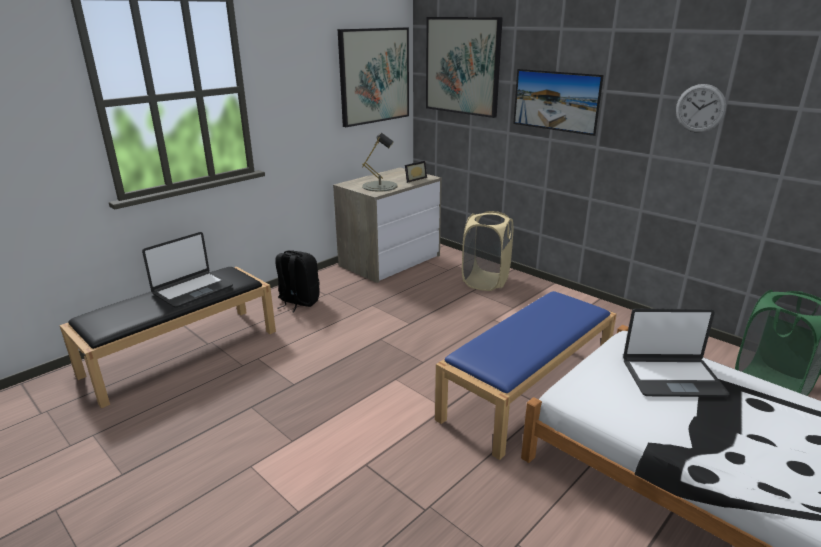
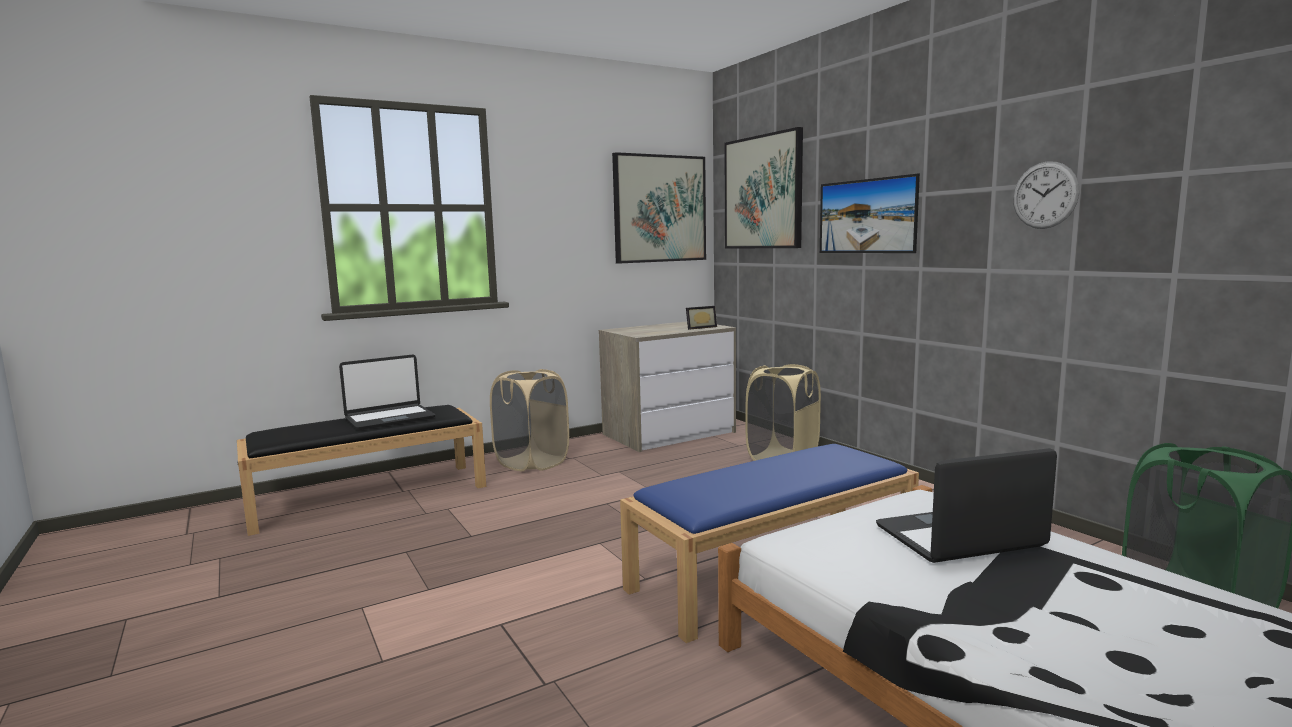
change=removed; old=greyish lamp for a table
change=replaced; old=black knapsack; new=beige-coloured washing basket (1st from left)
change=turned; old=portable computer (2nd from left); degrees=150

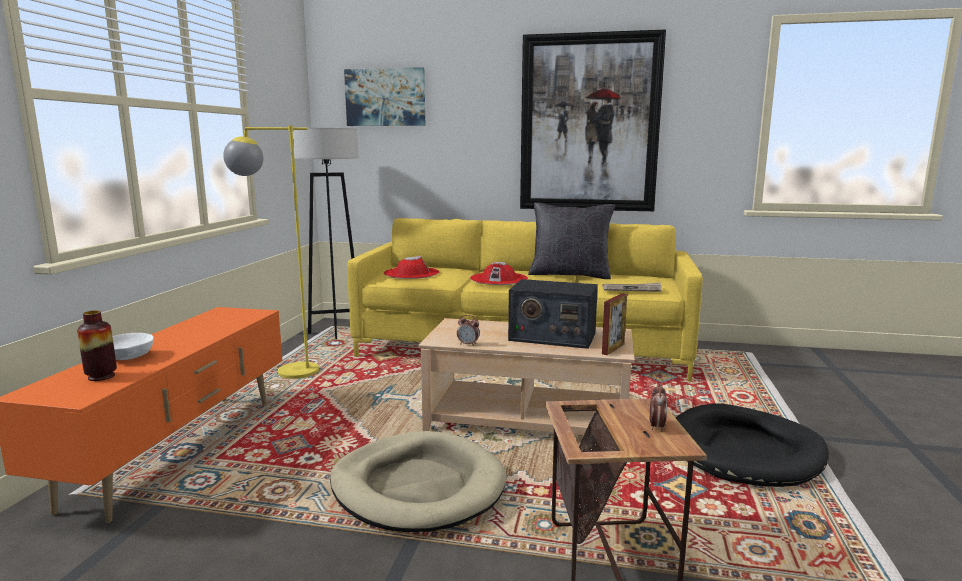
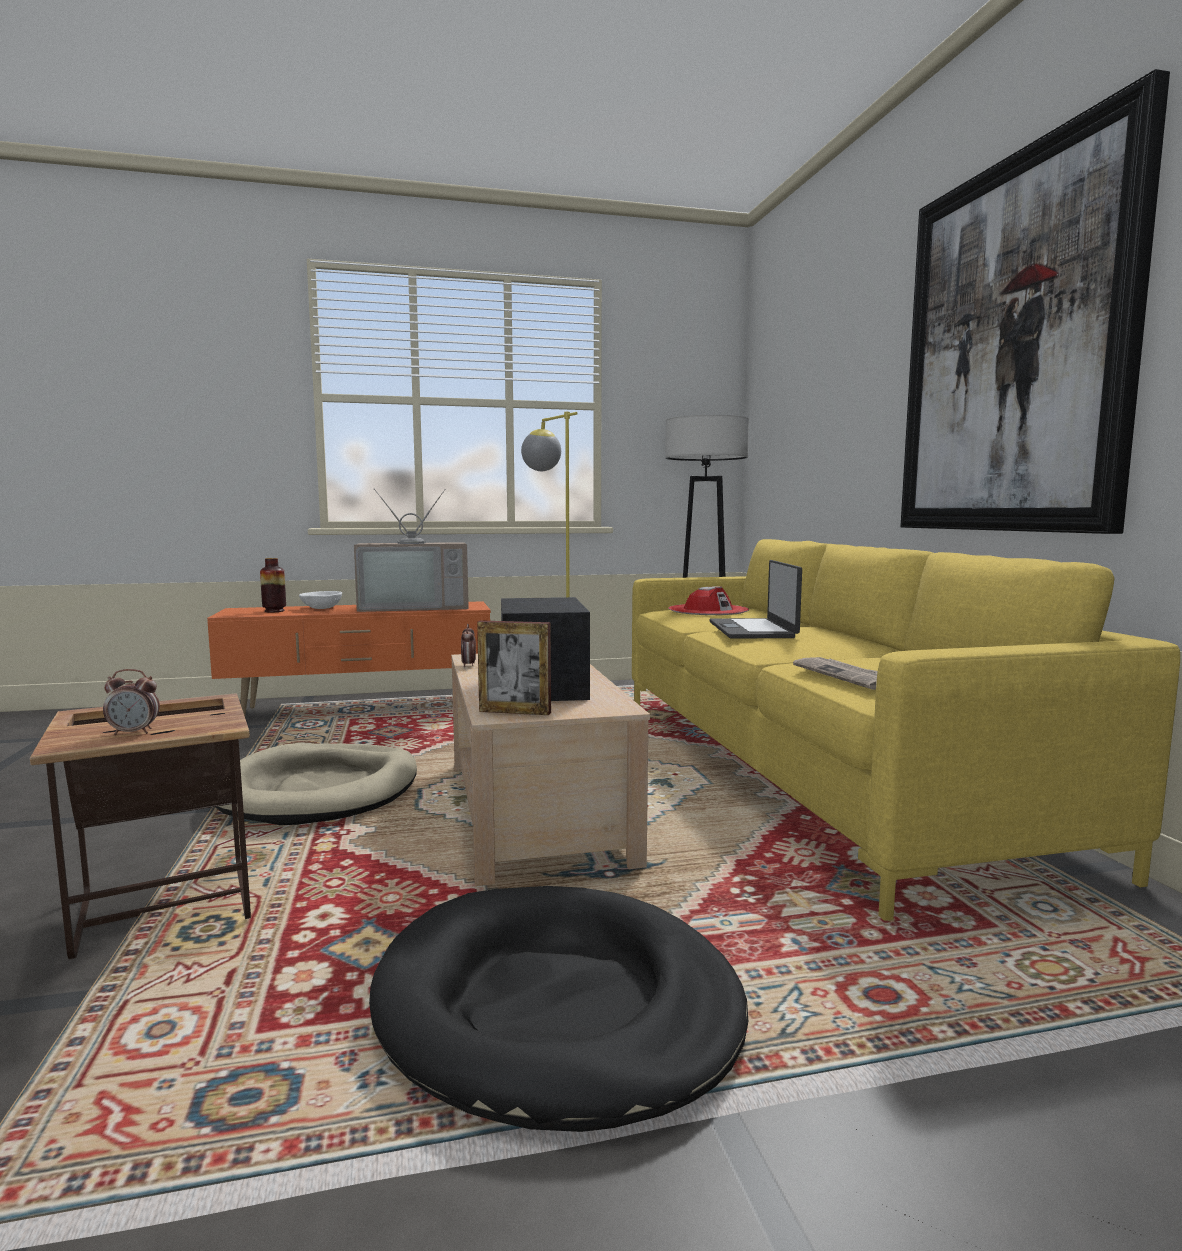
change=removed; old=wall art (1st from left)
change=removed; old=black cushion
change=replaced; old=red clothing hat (2nd from left); new=portable computer
change=added; new=TV

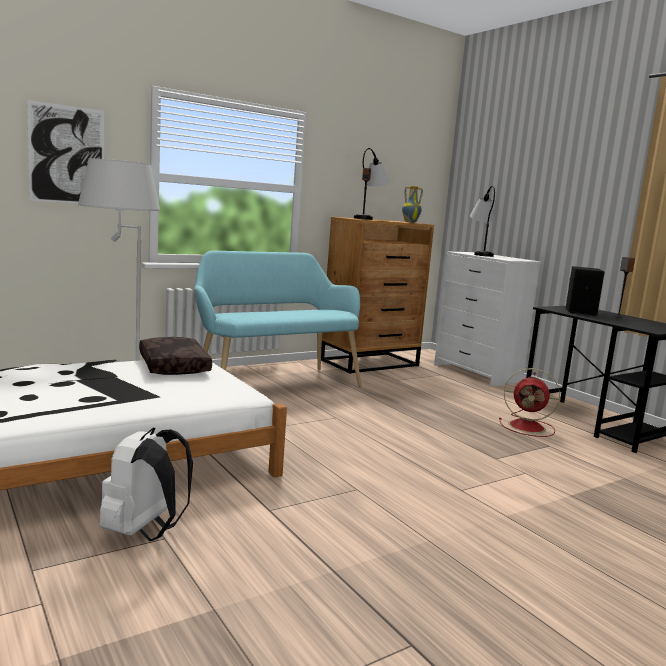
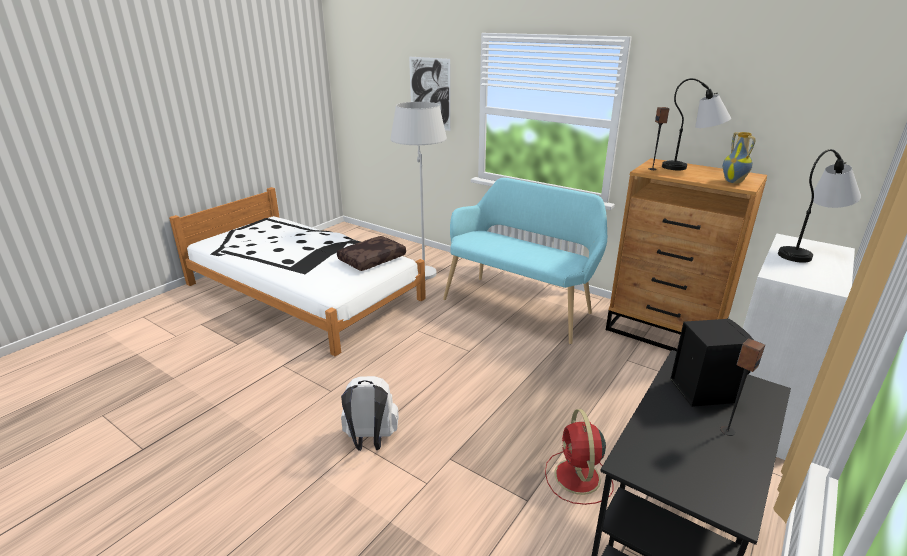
change=moved; old=white-coloured knapsack

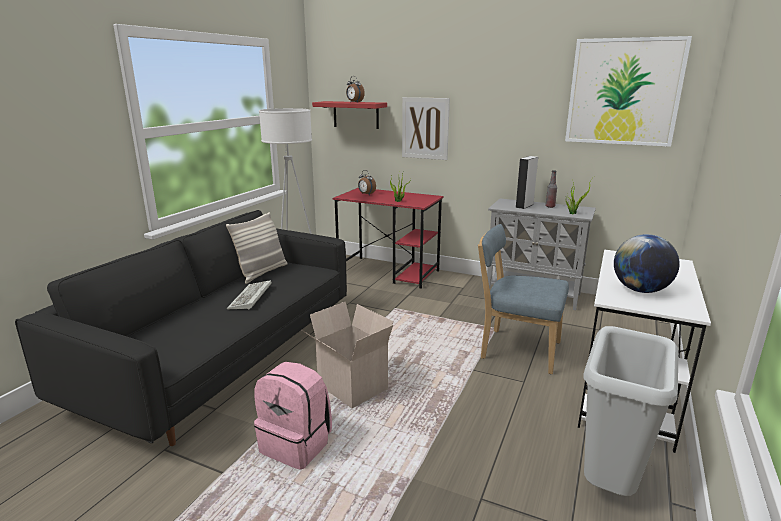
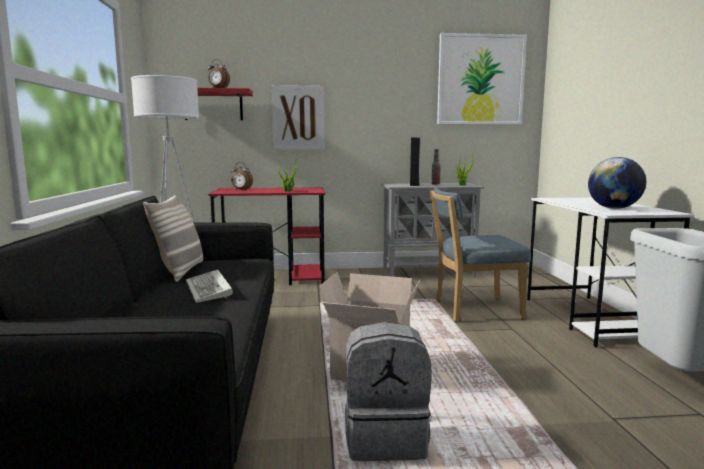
change=recoloured; old=pink-coloured knapsack; new=greyish knapsack

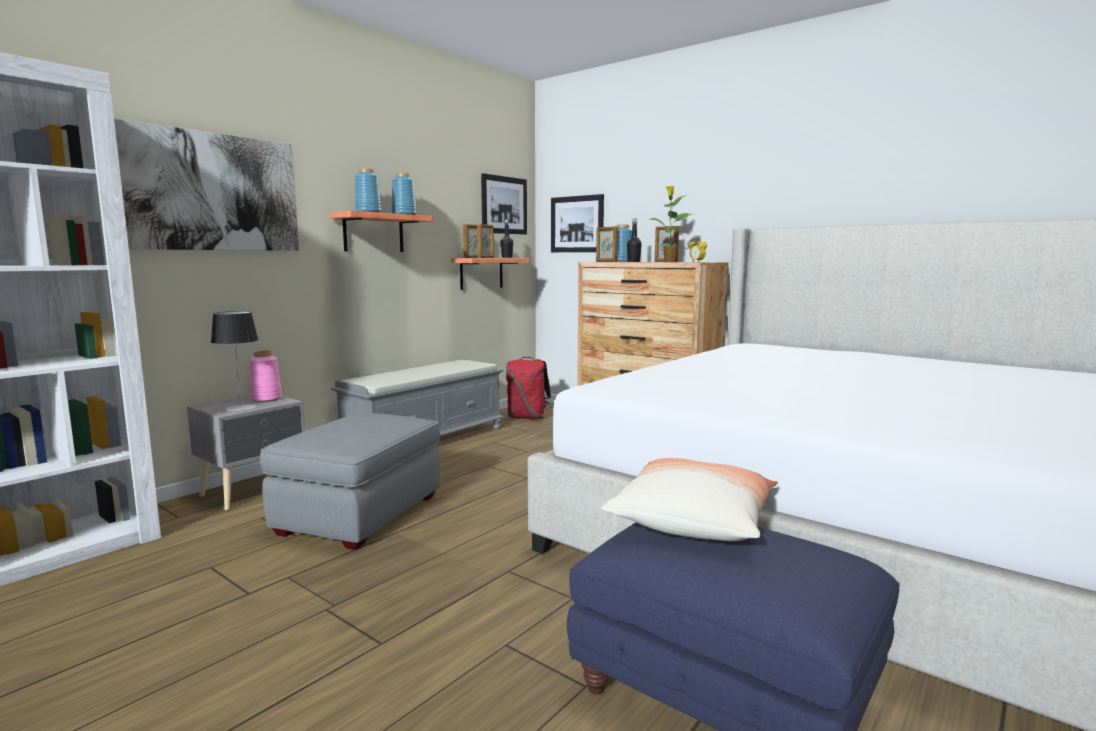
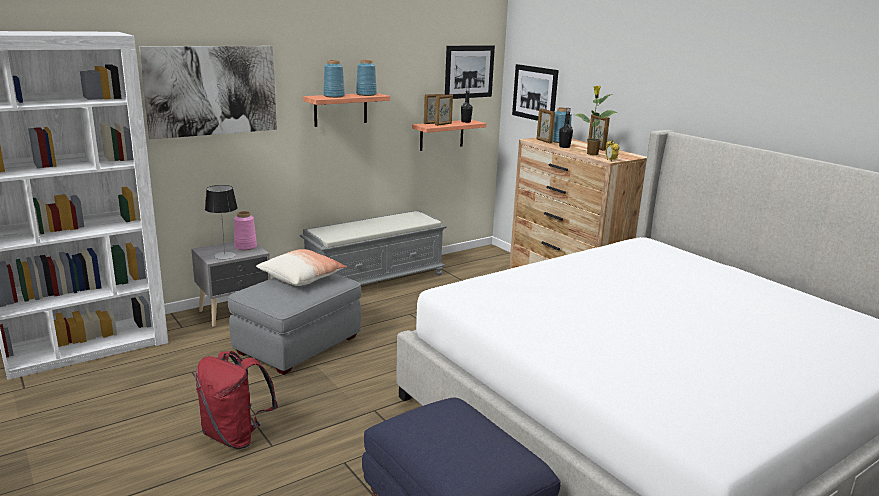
change=moved; old=red knapsack
change=moved; old=cushion

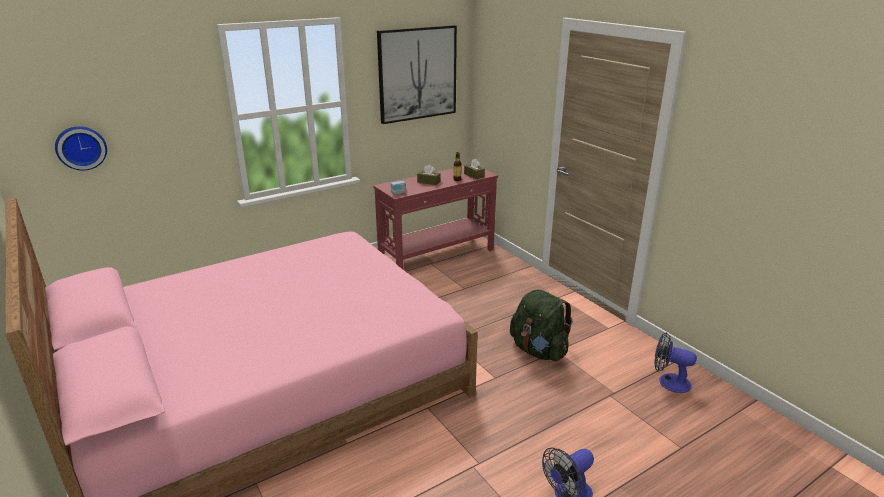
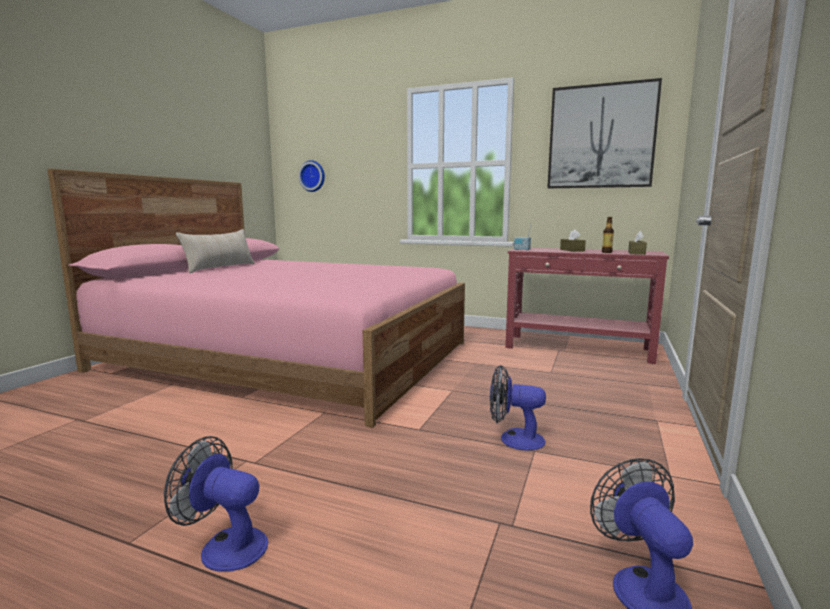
change=replaced; old=green-coloured knapsack; new=cooling fan (2nd from left)
change=added; new=beige-coloured cushion

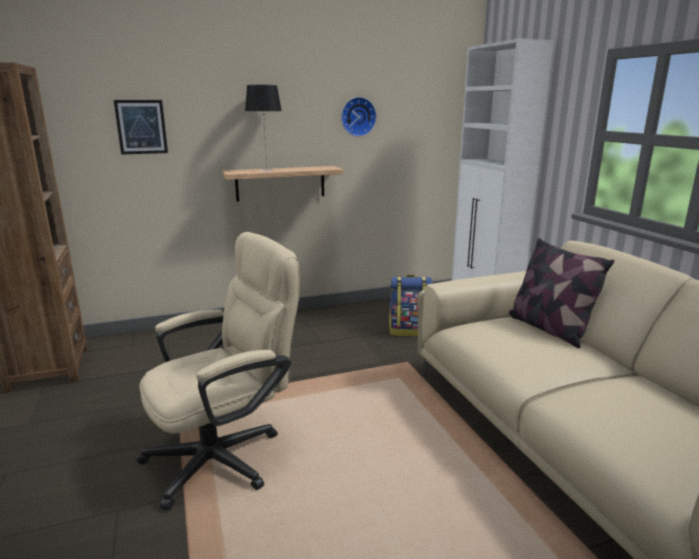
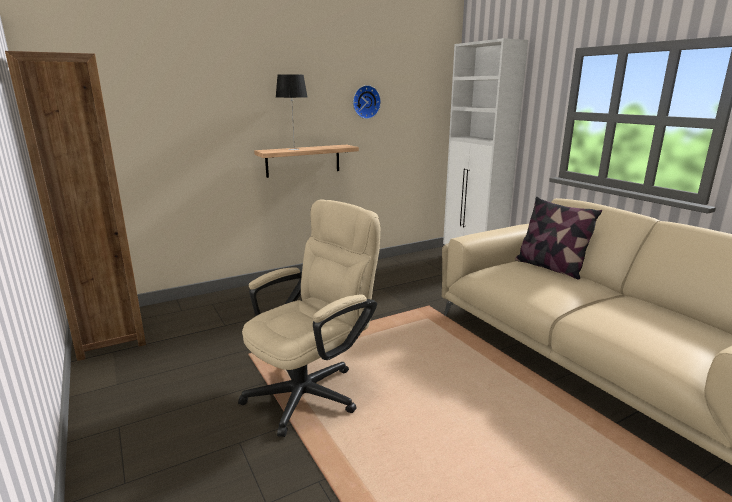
change=removed; old=wall art
change=removed; old=knapsack

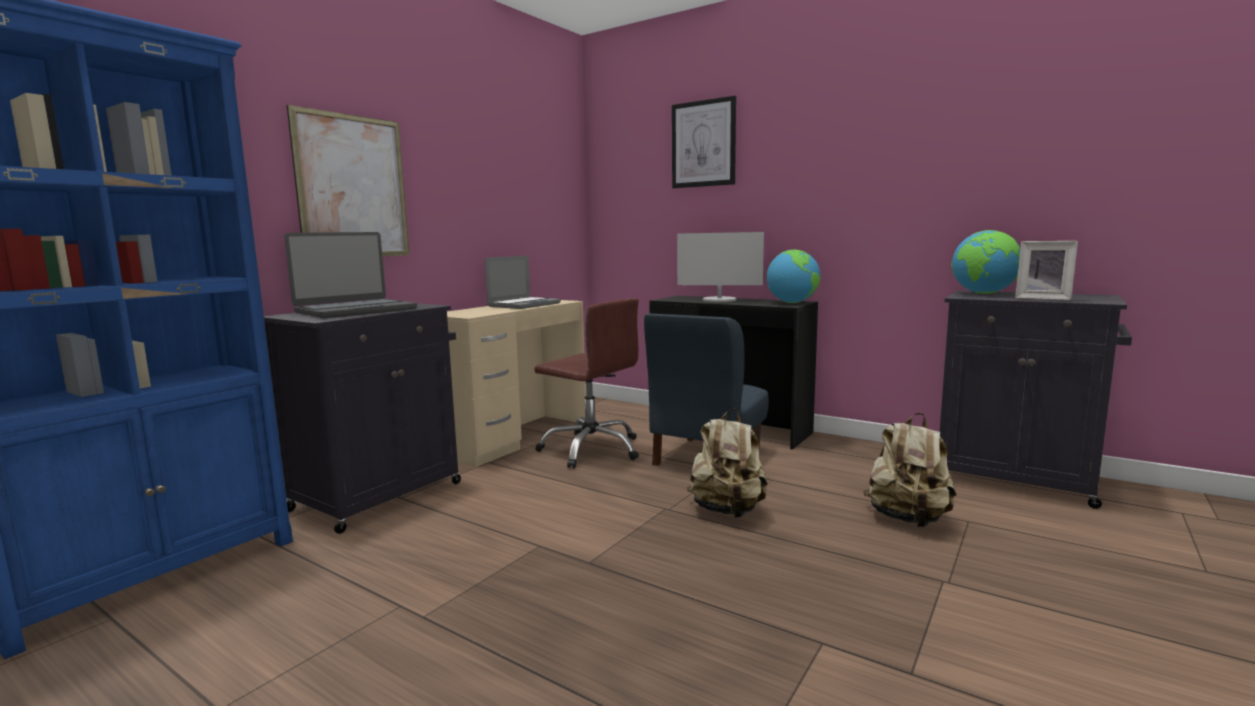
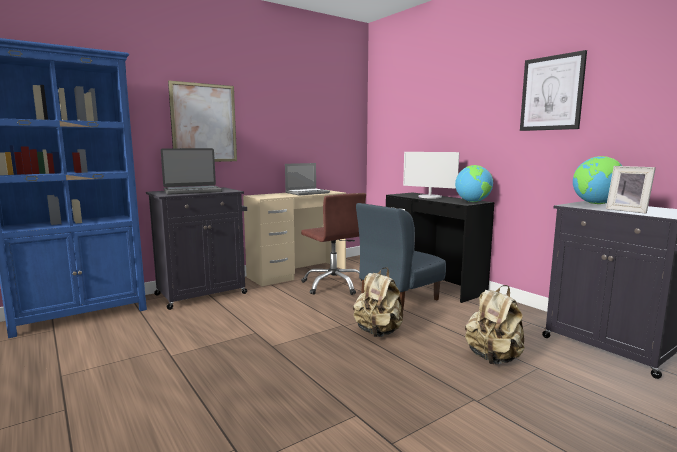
change=moved; old=wall art (2nd from left)

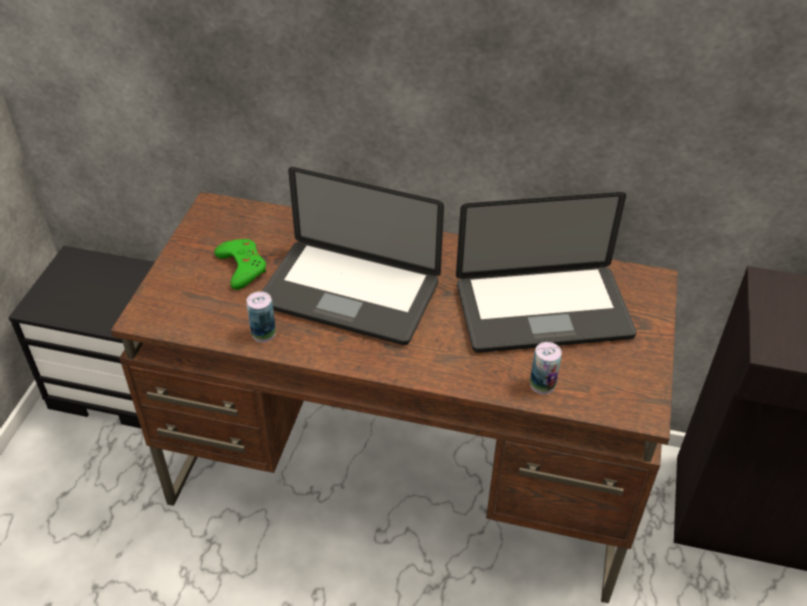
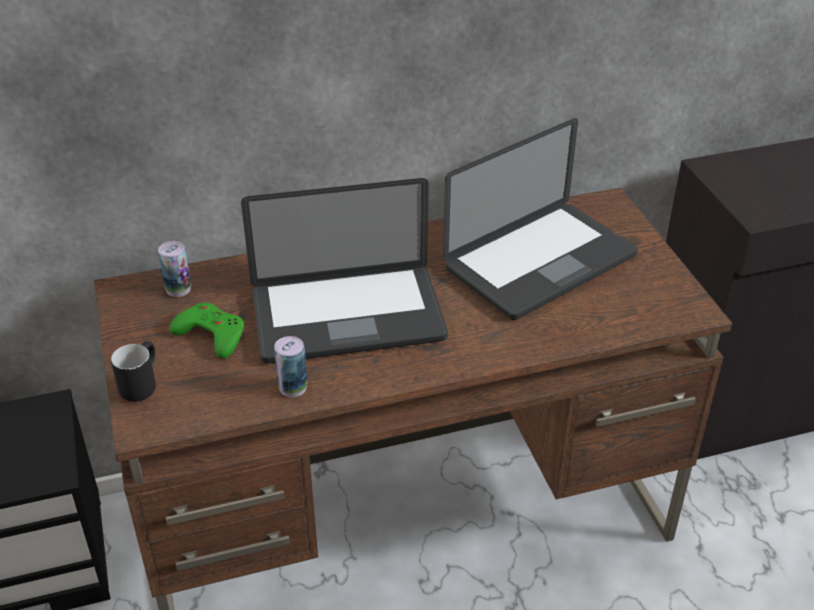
change=moved; old=metal can (2nd from left in the first image); new=metal can (1st from left)
change=added; new=black mug

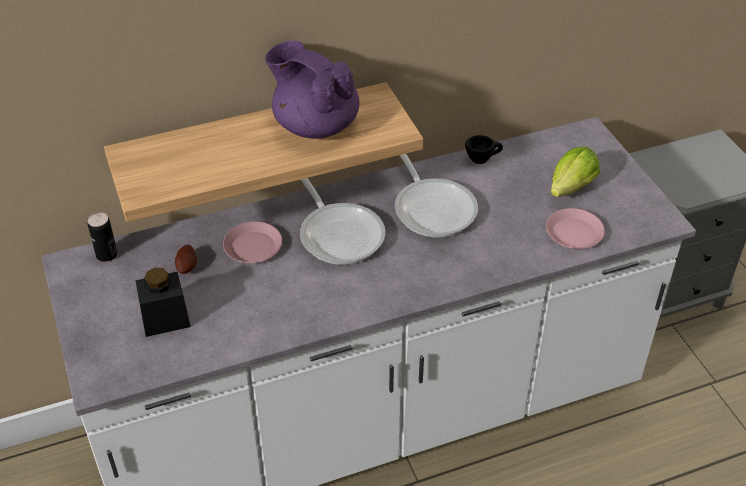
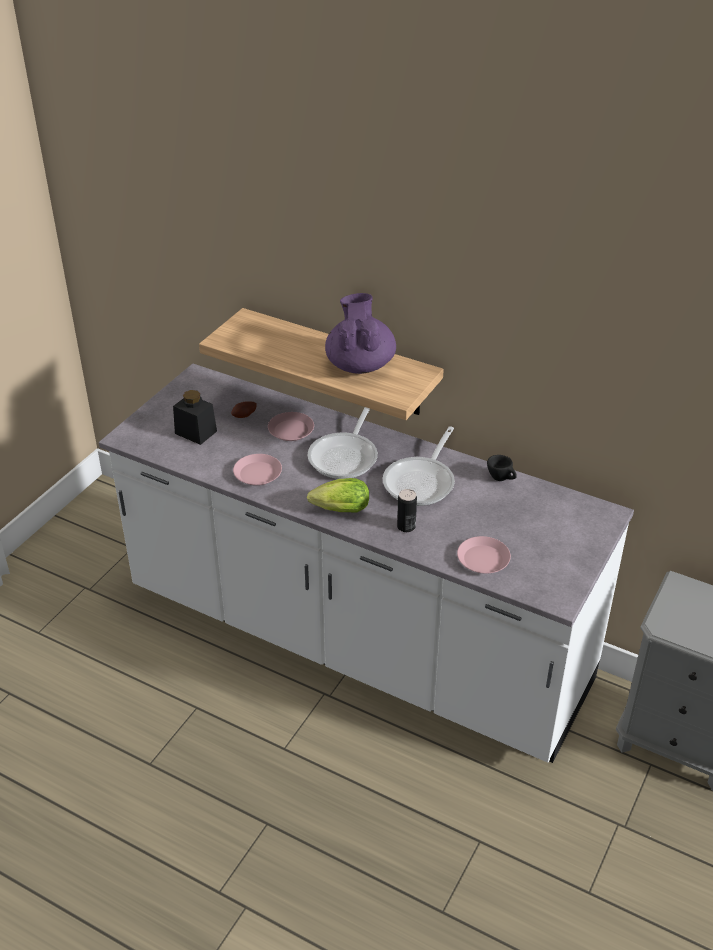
change=moved; old=lettuce head
change=moved; old=metal can
change=added; new=pink-coloured plate (1st from left)

